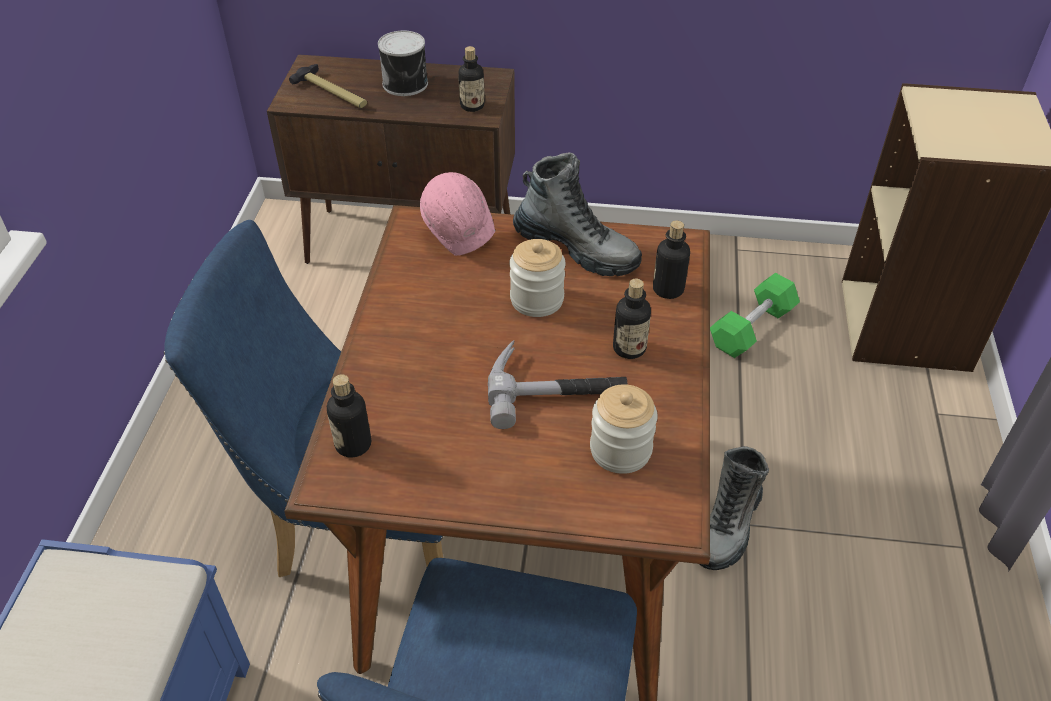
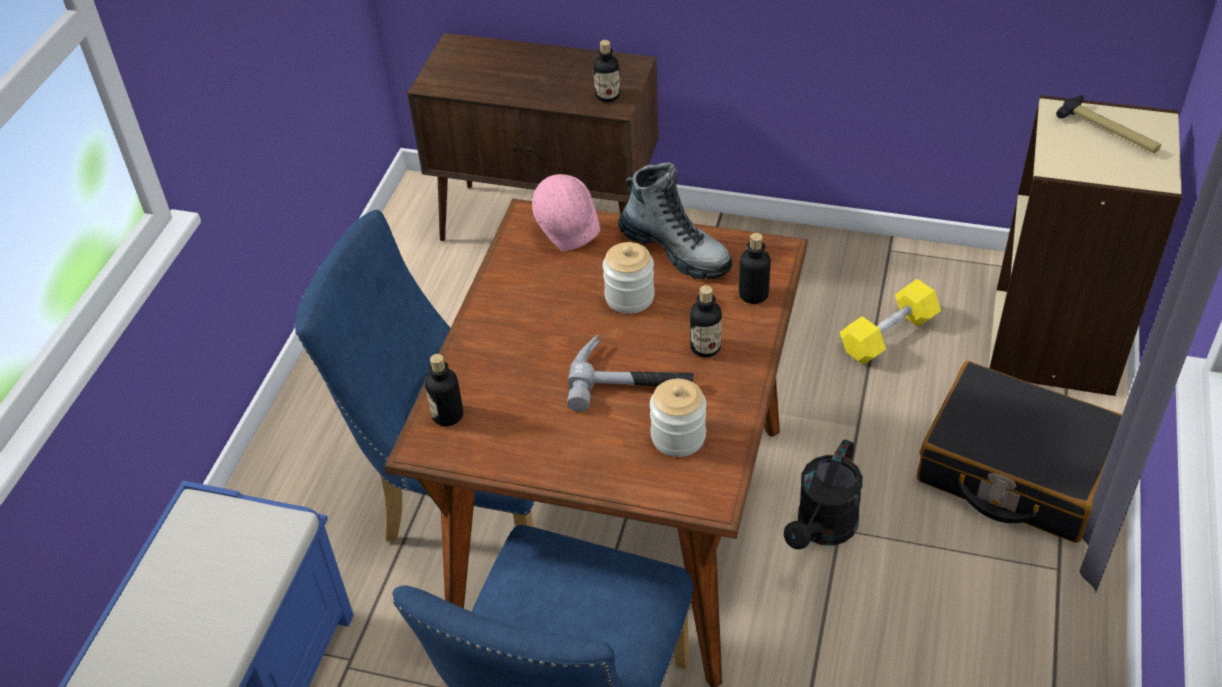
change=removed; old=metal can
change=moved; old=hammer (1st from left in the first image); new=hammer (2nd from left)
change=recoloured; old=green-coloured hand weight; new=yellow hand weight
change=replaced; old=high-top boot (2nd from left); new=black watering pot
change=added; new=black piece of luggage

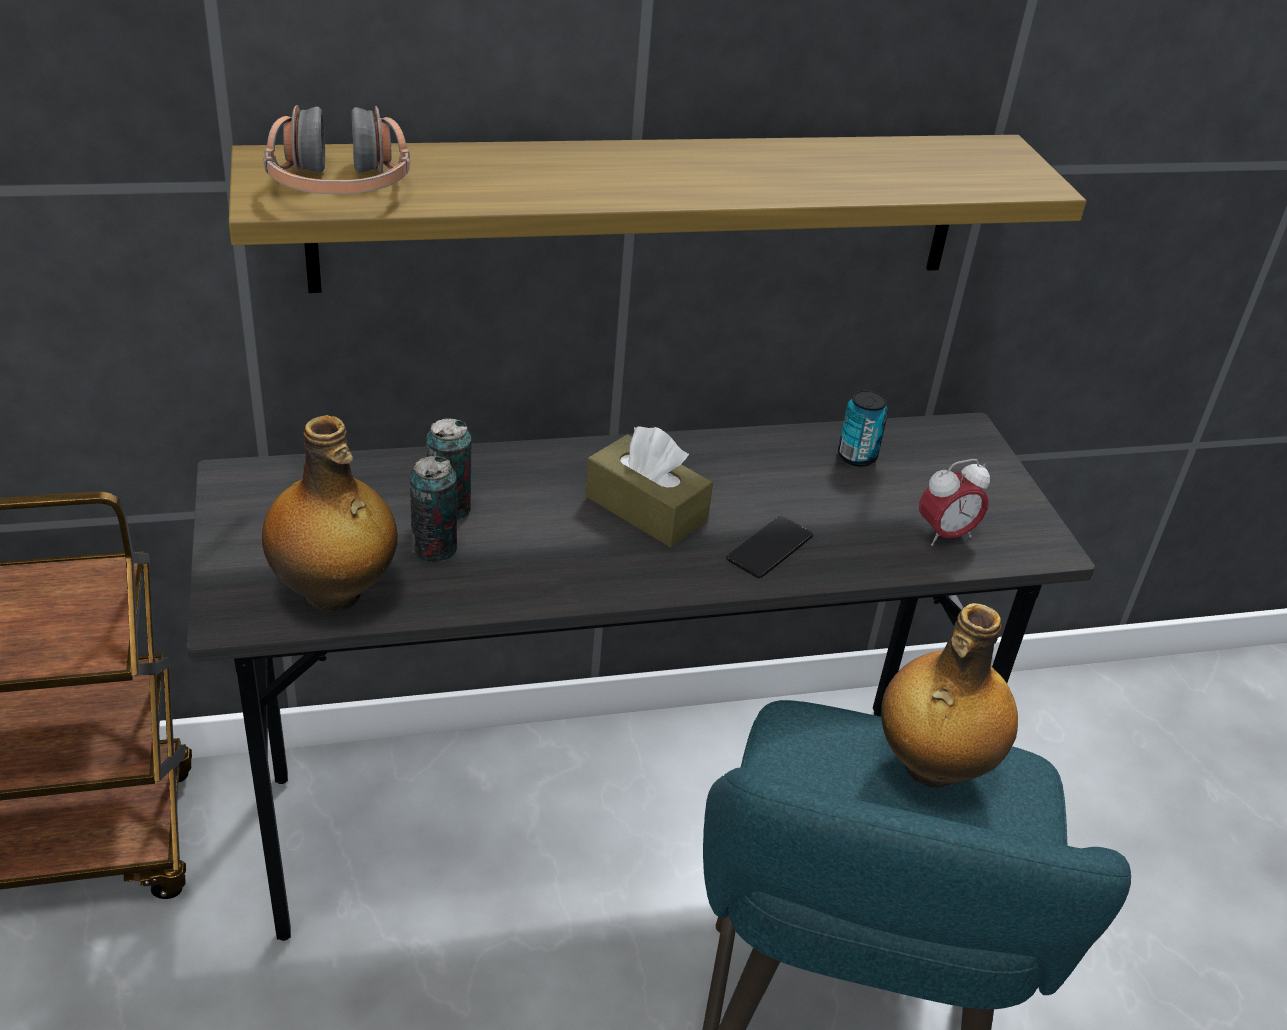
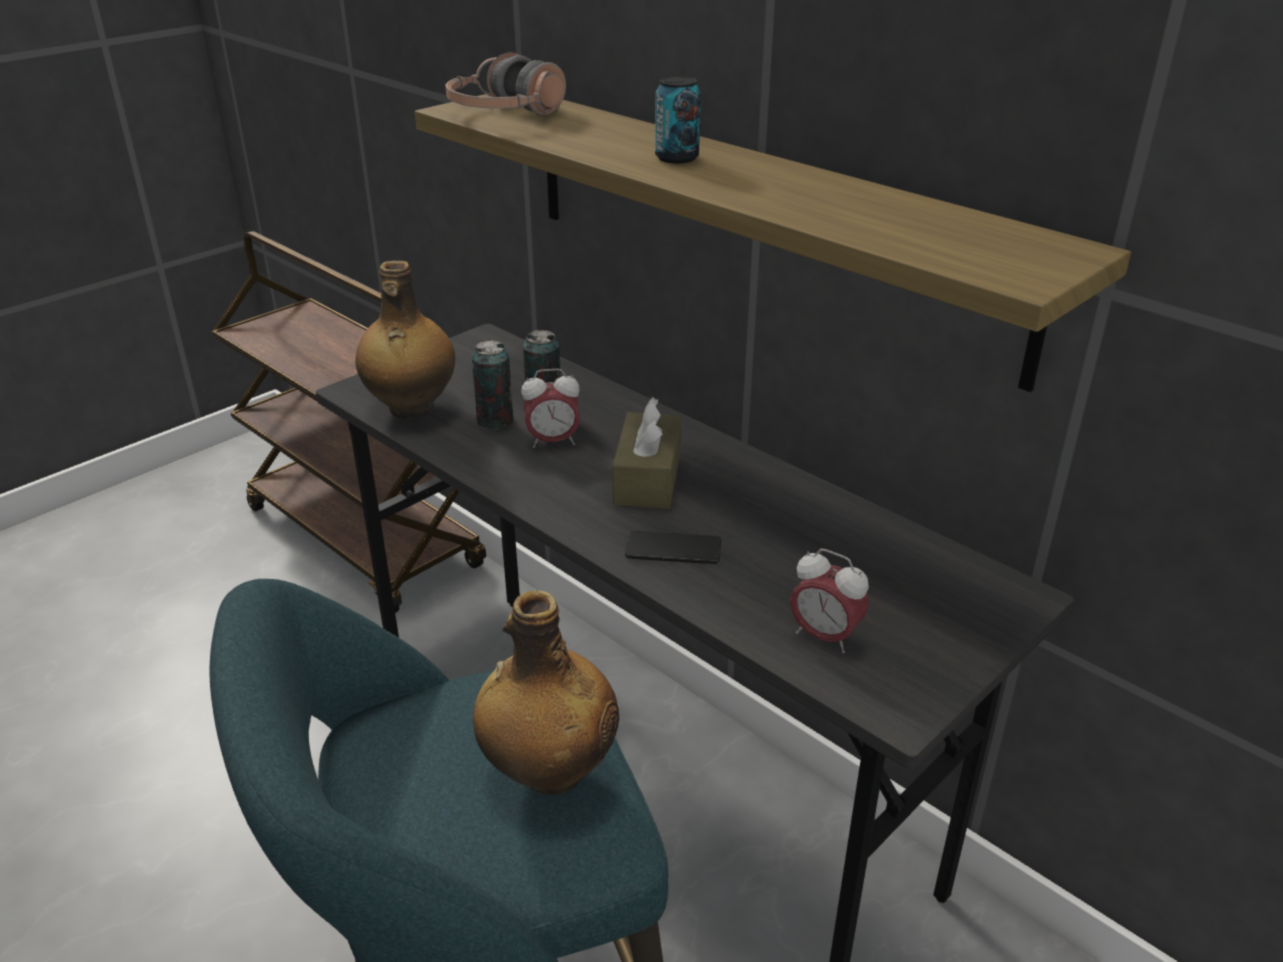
change=moved; old=metal can (3rd from left)
change=added; new=bedside clock (1st from left)

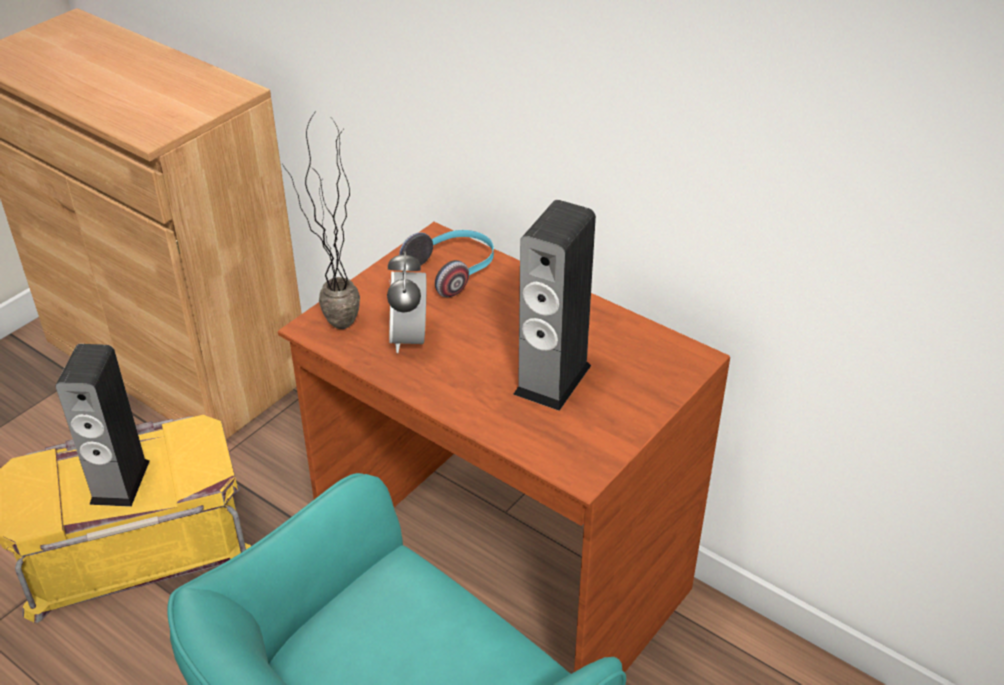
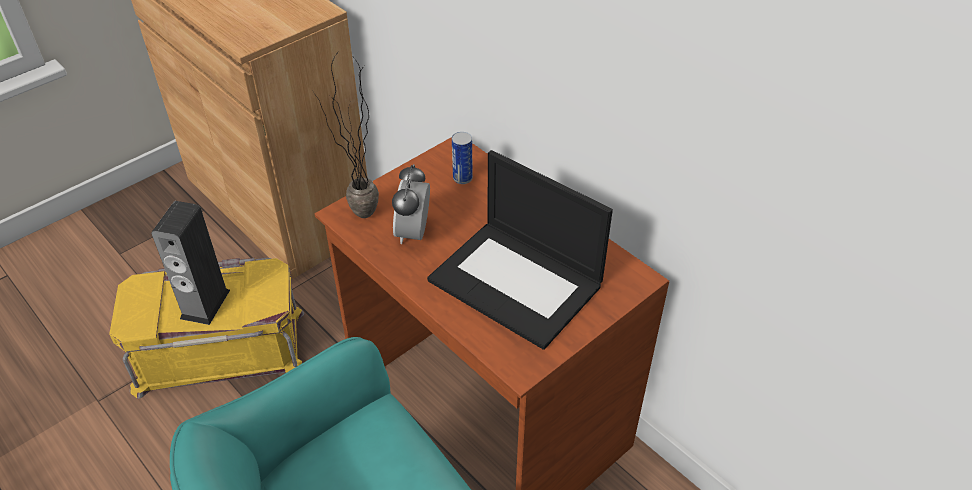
change=replaced; old=audio speaker (2nd from left); new=portable computer
change=replaced; old=headset; new=metal can

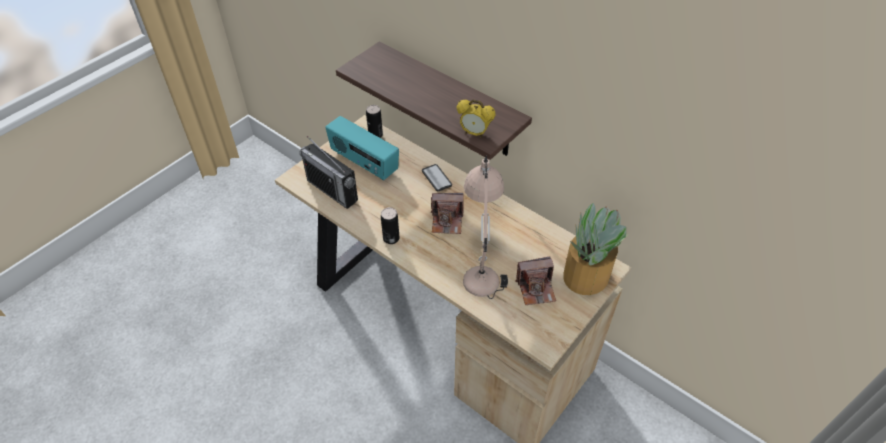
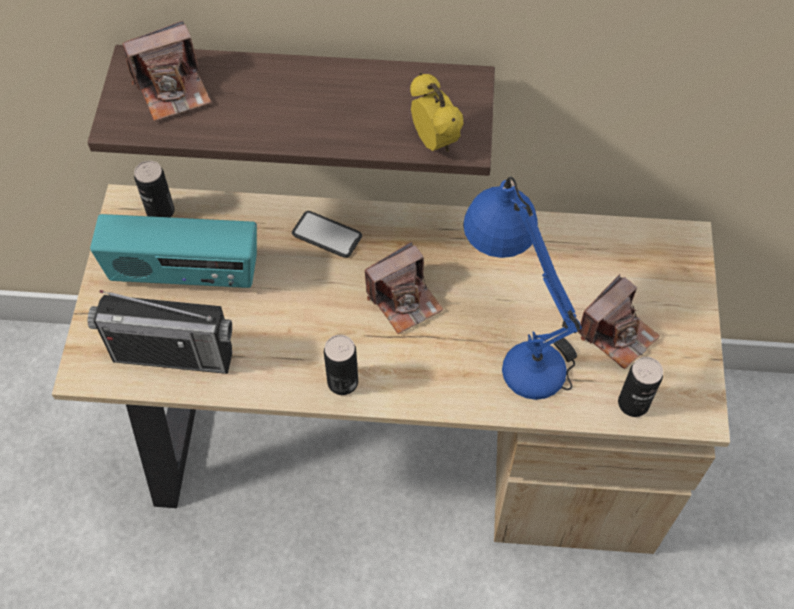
change=turned; old=bedside clock; degrees=-105
change=recoloured; old=beige-coloured lamp for a table; new=blue lamp for a table
change=removed; old=houseplant
change=added; new=still camera (1st from left)
change=added; new=metal can (3rd from left)

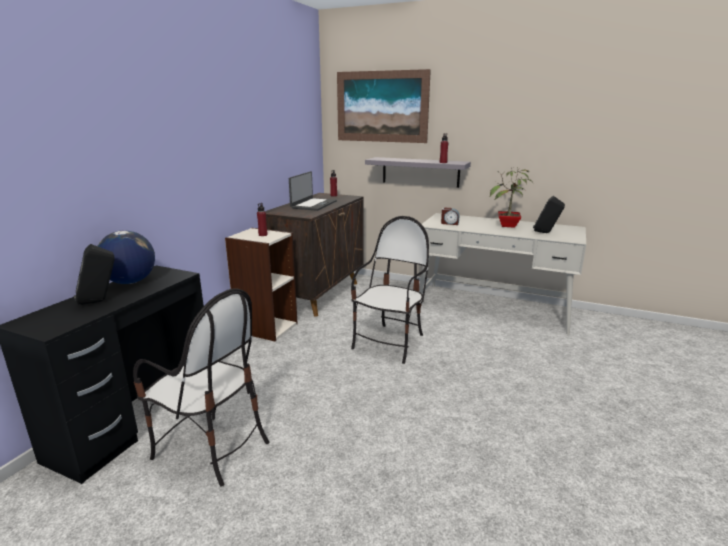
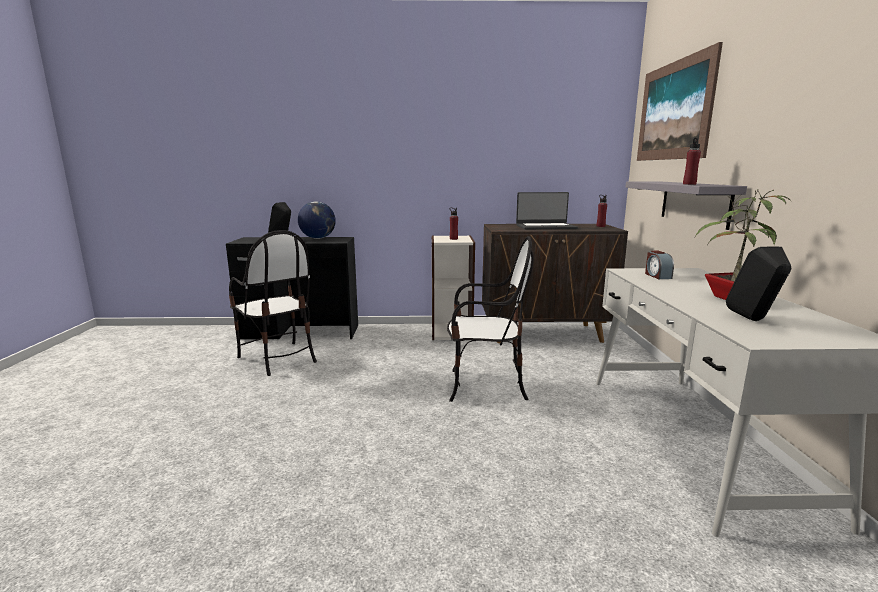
change=turned; old=upright chair (1st from left); degrees=-45

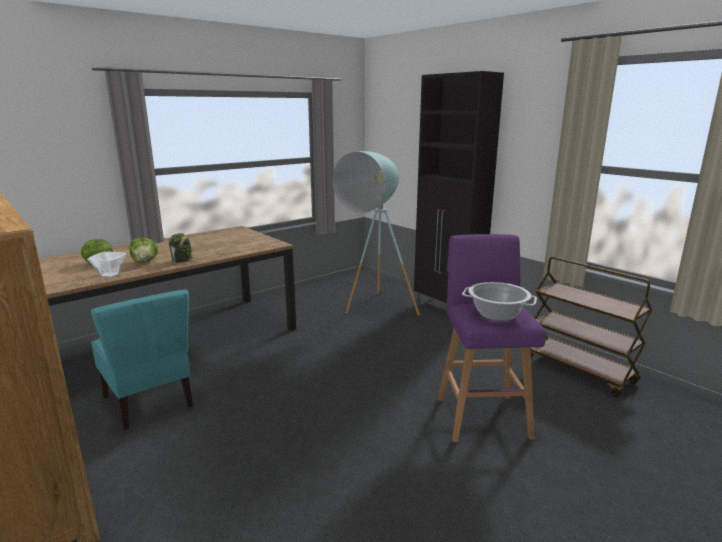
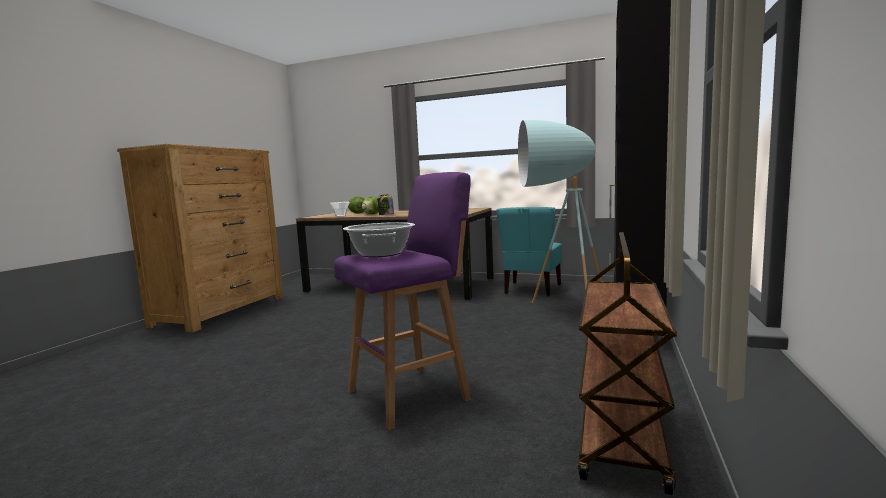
change=moved; old=turquoise upright chair

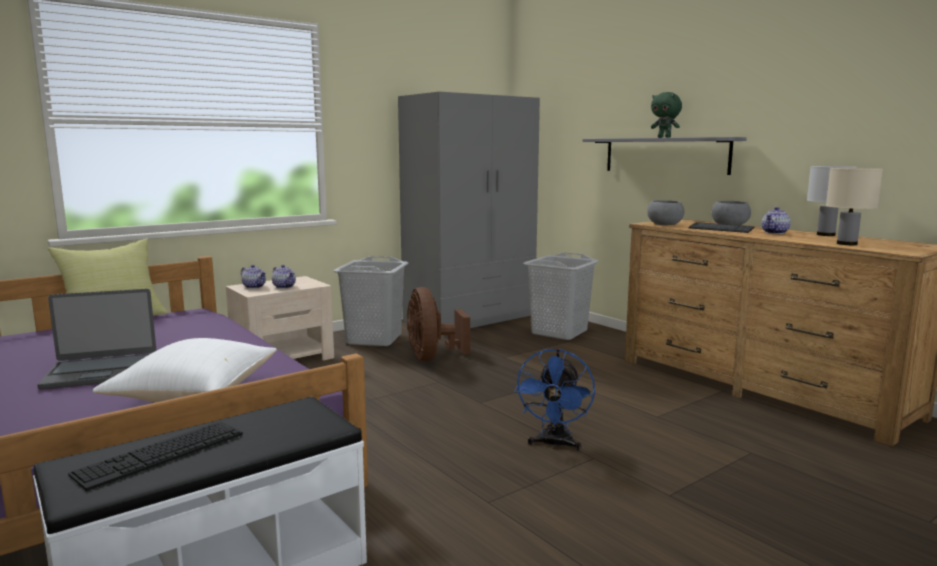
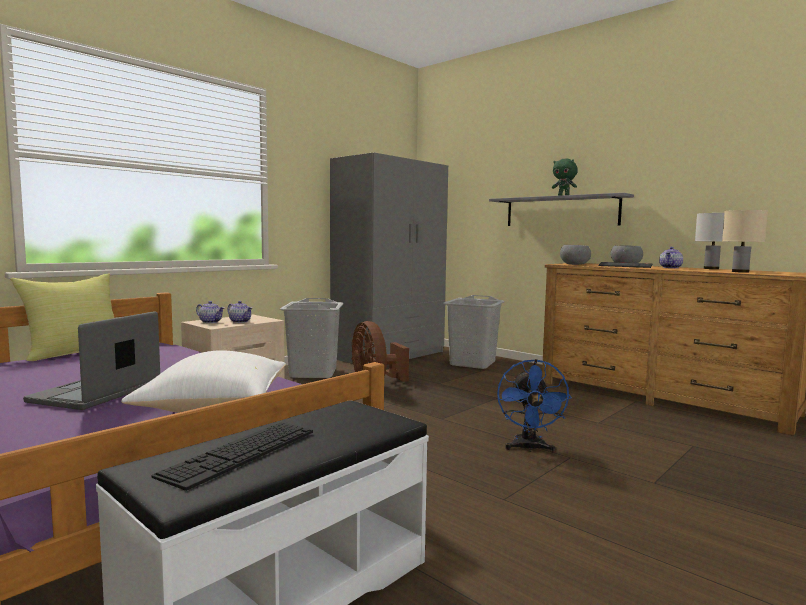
change=turned; old=portable computer; degrees=135

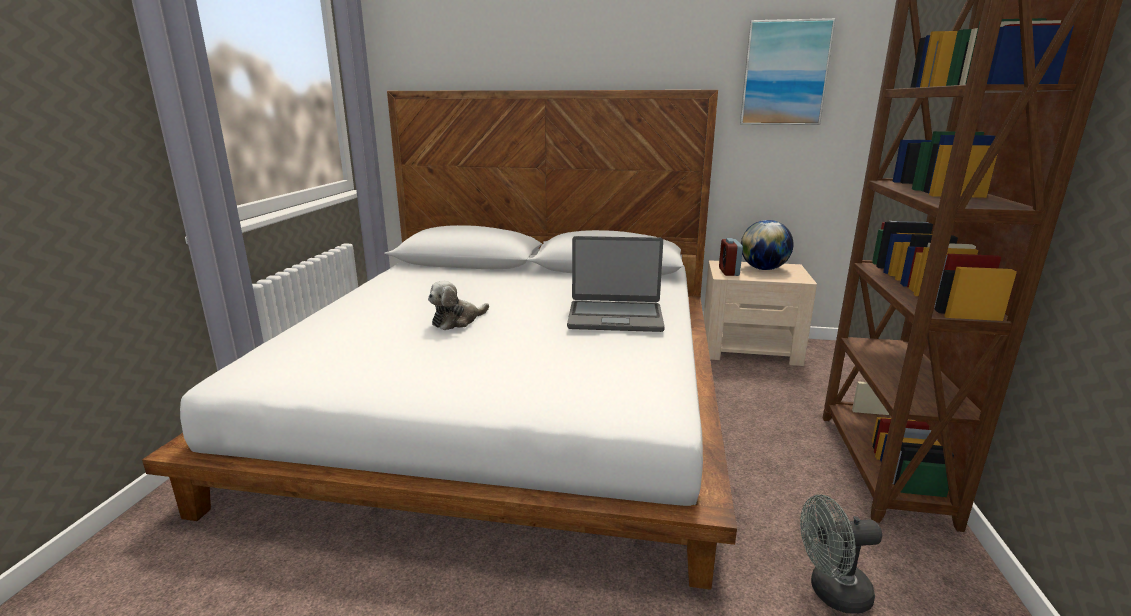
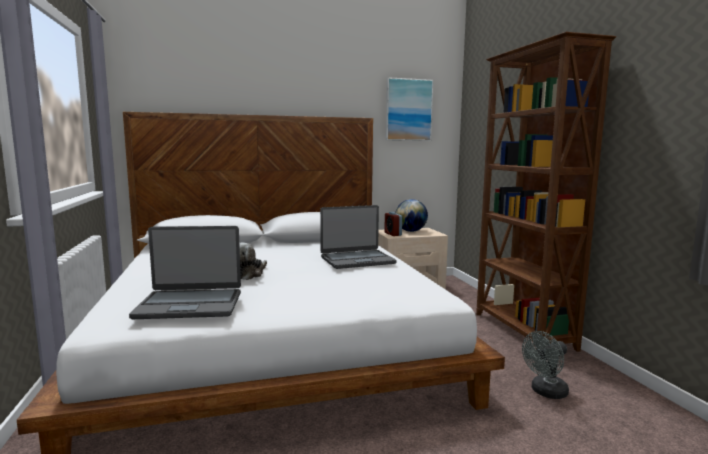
change=added; new=portable computer (1st from left)

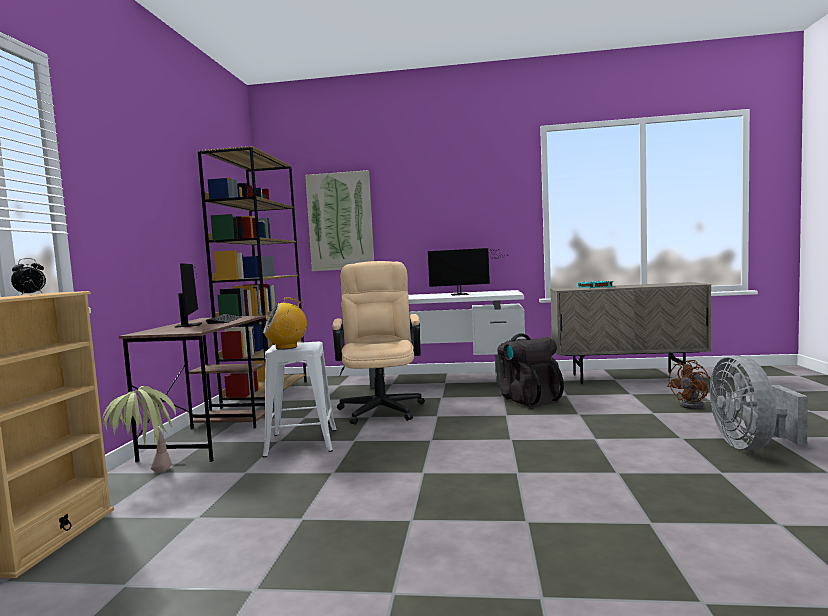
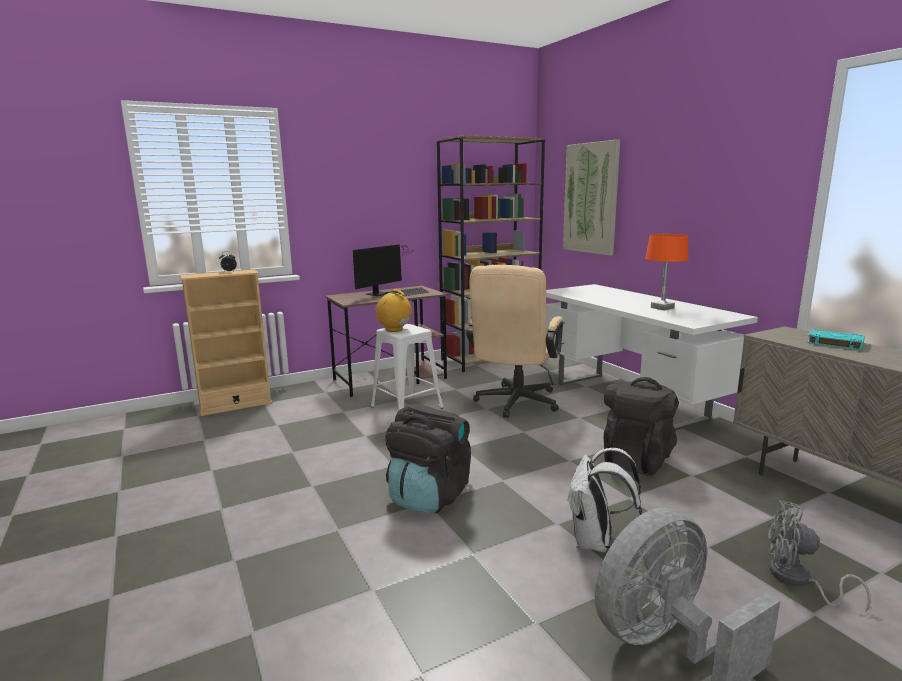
change=replaced; old=computer display (2nd from left); new=orangey lamp for a table
change=turned; old=beige-coloured desk chair; degrees=150
change=recoloured; old=brownish cooling fan; new=greyish cooling fan (2nd from left)
change=removed; old=houseplant
change=added; new=black knapsack (1st from left)
change=added; new=white-coloured knapsack

